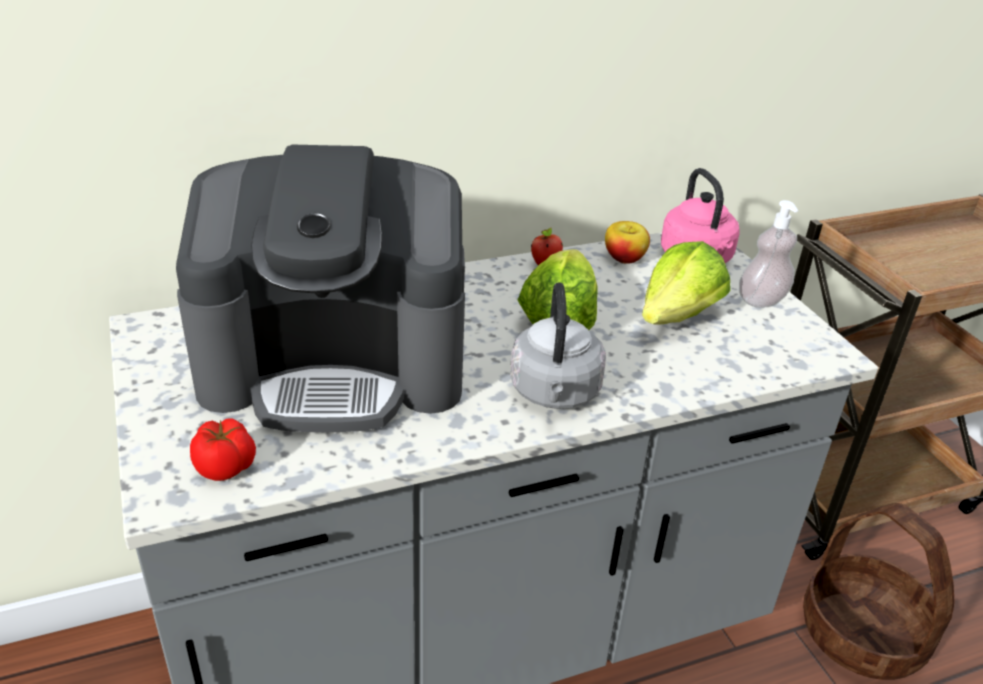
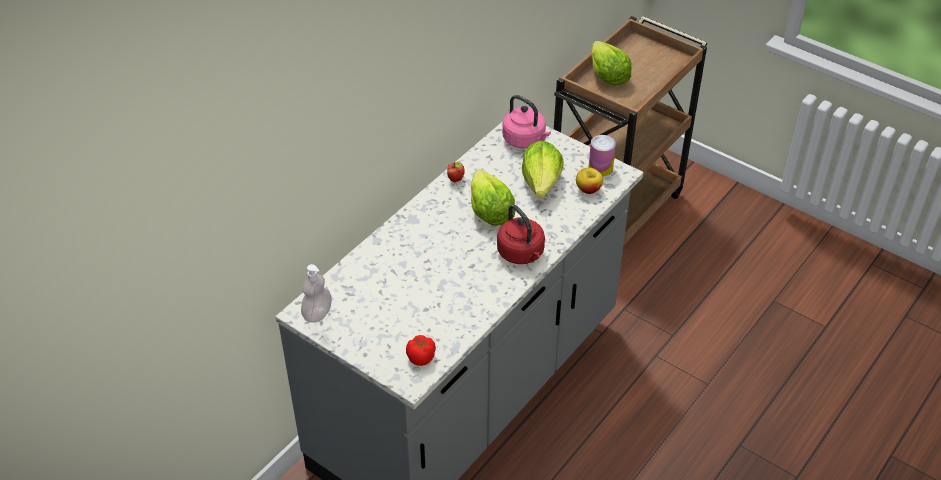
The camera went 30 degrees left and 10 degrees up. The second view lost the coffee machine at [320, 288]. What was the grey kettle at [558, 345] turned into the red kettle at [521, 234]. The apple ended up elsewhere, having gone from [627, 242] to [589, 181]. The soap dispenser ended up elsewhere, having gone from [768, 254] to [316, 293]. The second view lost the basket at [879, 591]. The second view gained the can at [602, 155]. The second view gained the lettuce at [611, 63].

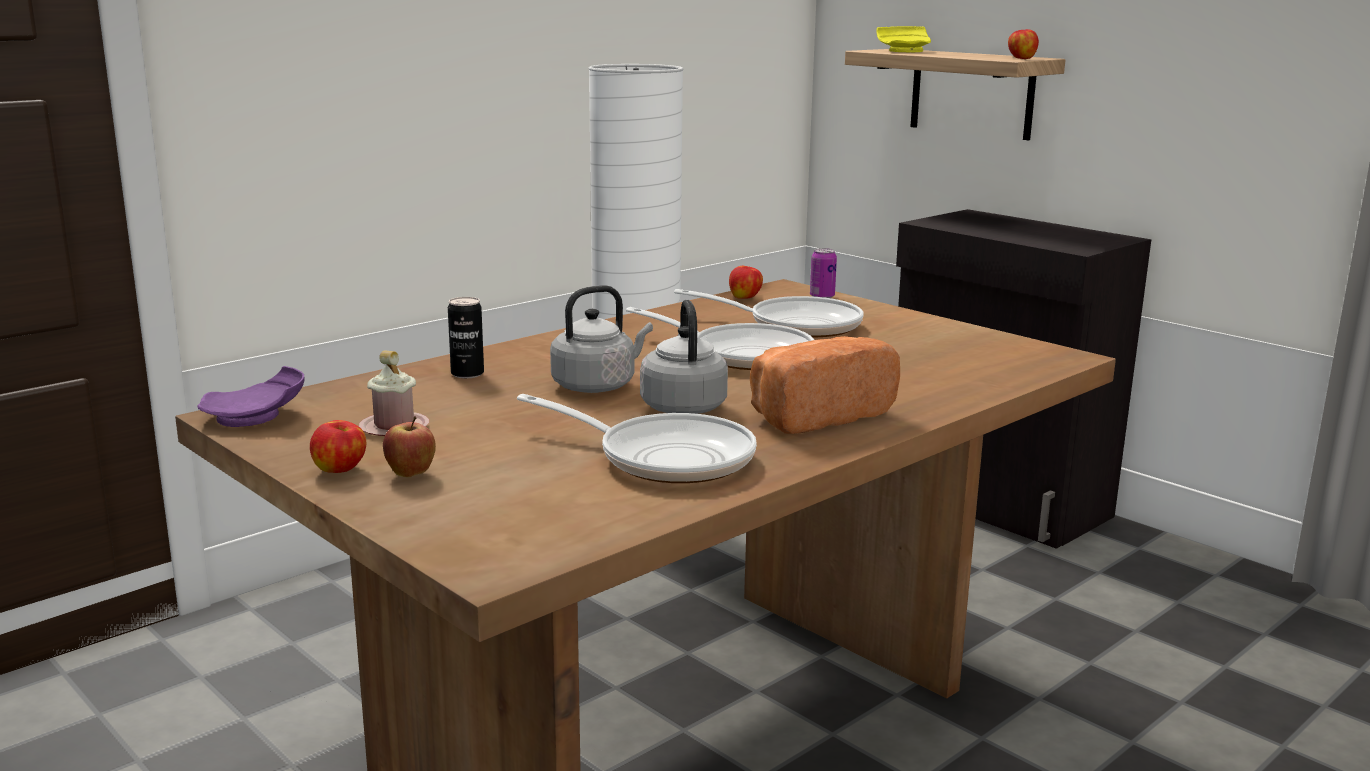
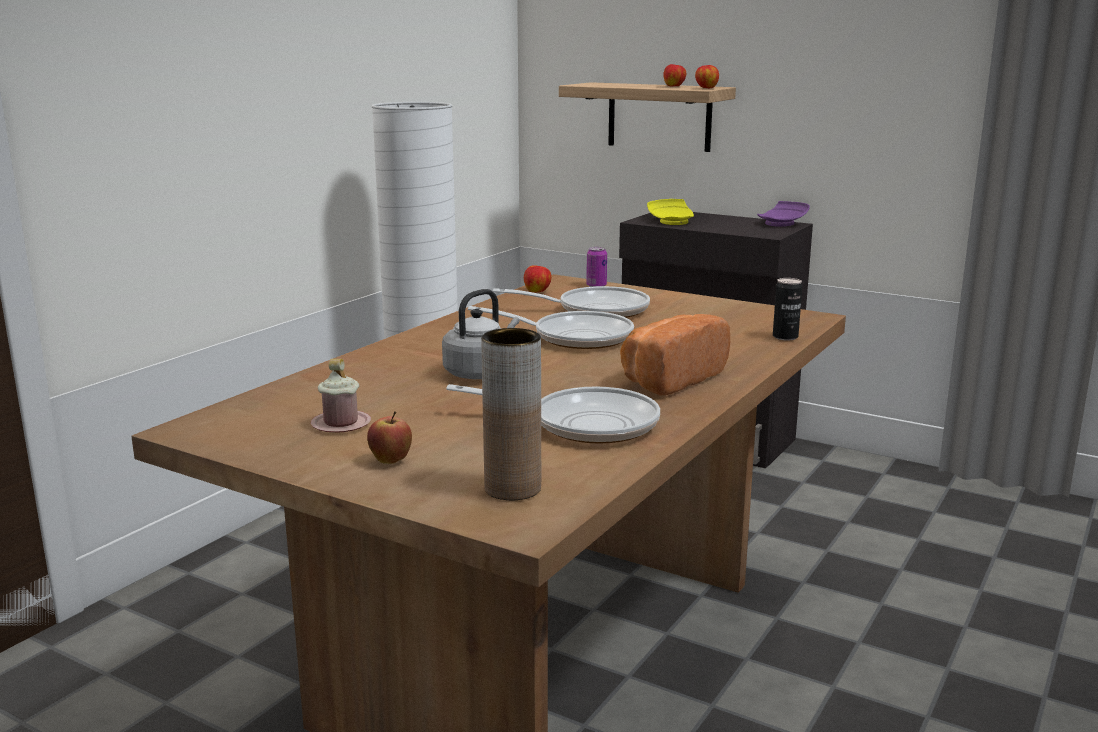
The camera went 15 degrees left and 0 degrees up. The purple plate ended up elsewhere, having gone from [251, 396] to [783, 214]. The apple ended up elsewhere, having gone from [338, 446] to [674, 75]. The can ended up elsewhere, having gone from [466, 337] to [787, 309]. The second view lost the grey kettle at [684, 357]. The yellow plate ended up elsewhere, having gone from [904, 39] to [670, 212]. The second view gained the brown vase at [511, 414].

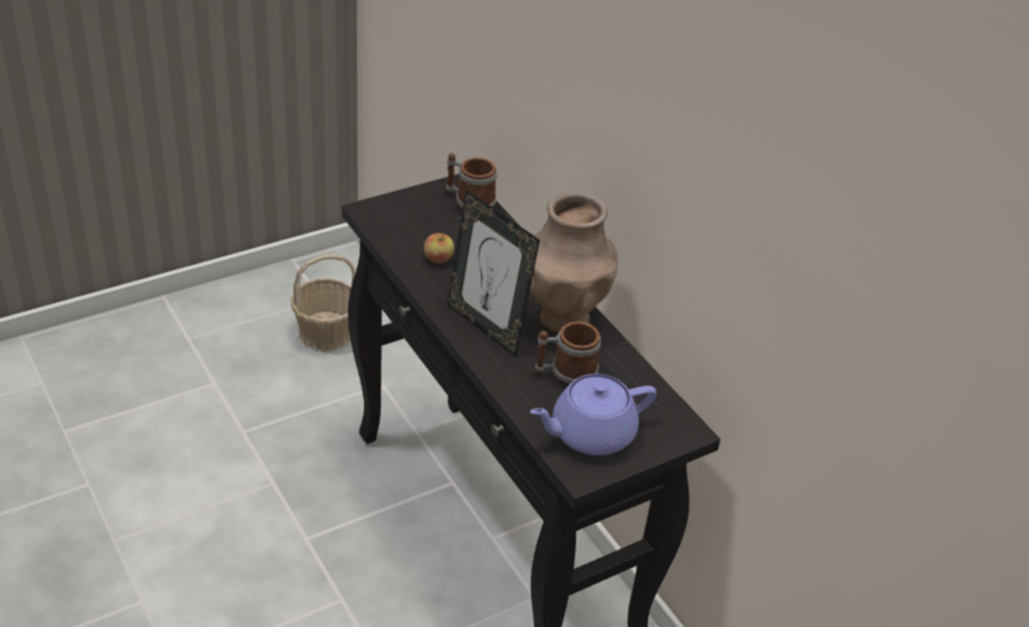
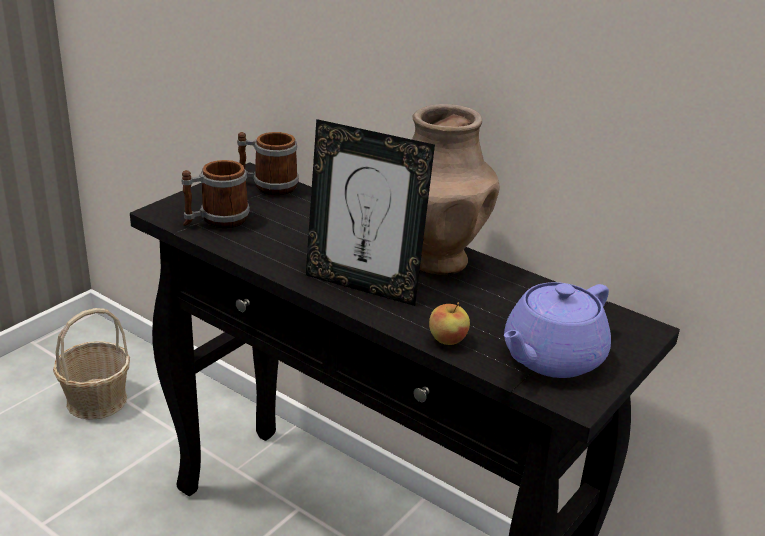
The camera went 20 degrees left and 10 degrees down. The apple ended up elsewhere, having gone from [439, 248] to [449, 323]. The mug ended up elsewhere, having gone from [567, 354] to [215, 194].

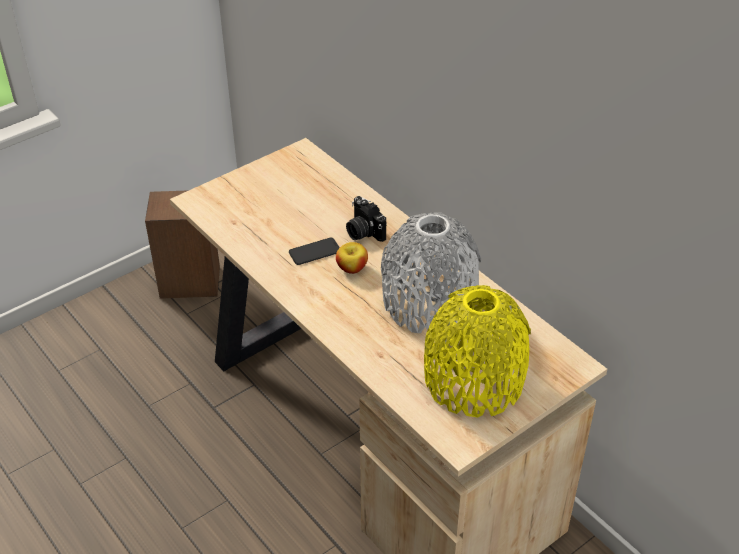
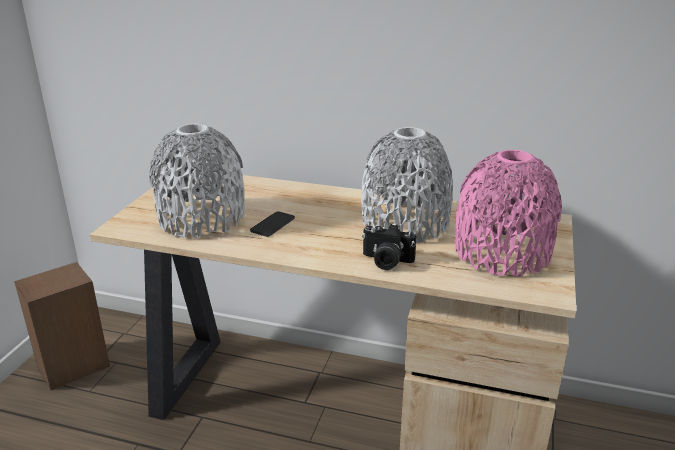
The camera went 35 degrees left and 15 degrees down. The second view lost the apple at [352, 258]. The photo camera ended up elsewhere, having gone from [366, 219] to [389, 247]. What was the yellow vase at [477, 351] turned into the pink vase at [508, 213]. The second view gained the grey vase at [197, 181].

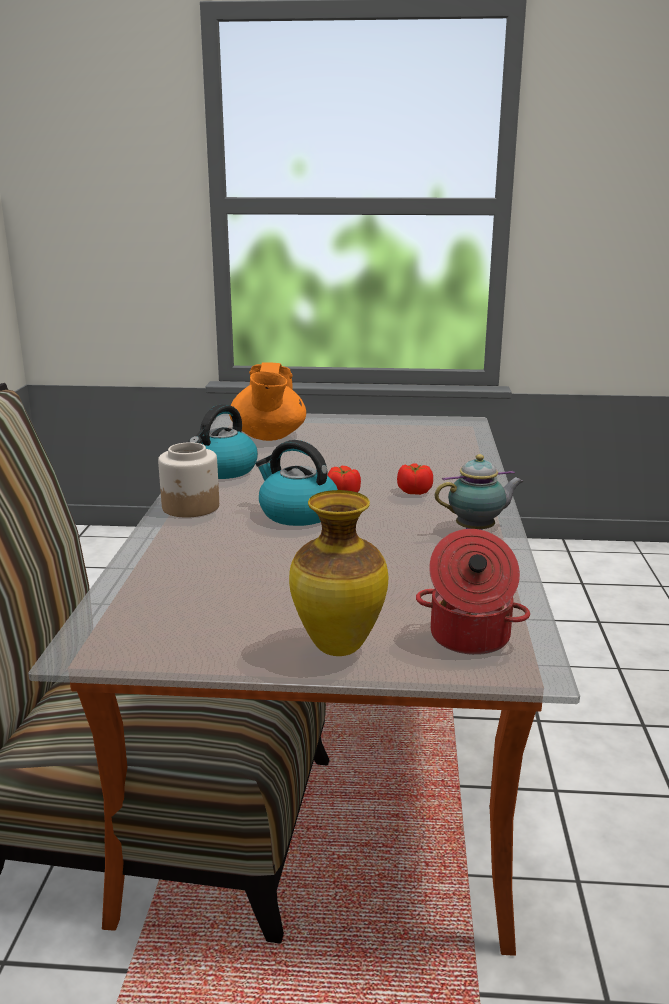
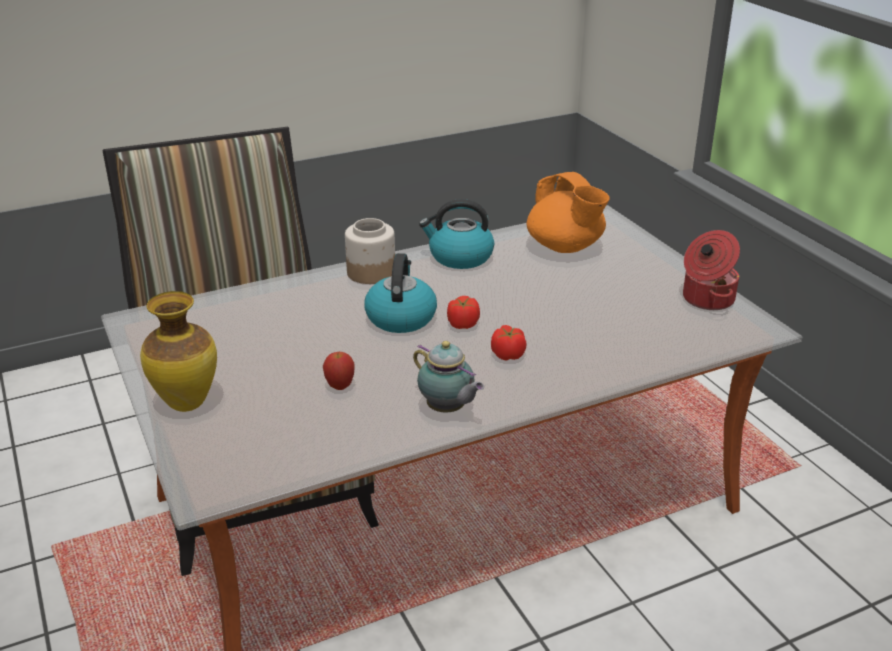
The camera went 60 degrees right and 10 degrees up. The orange teapot at [267, 402] ended up facing another way, 90 degrees counterclockwise from before. The cooking pot ended up elsewhere, having gone from [473, 592] to [711, 270]. The second view gained the apple at [339, 371].

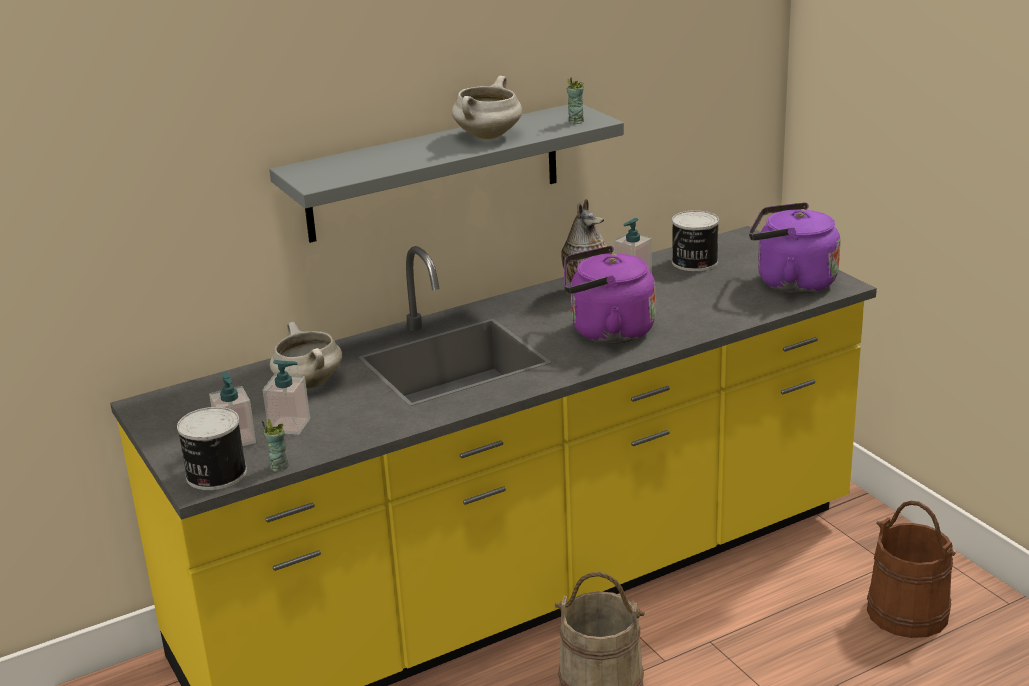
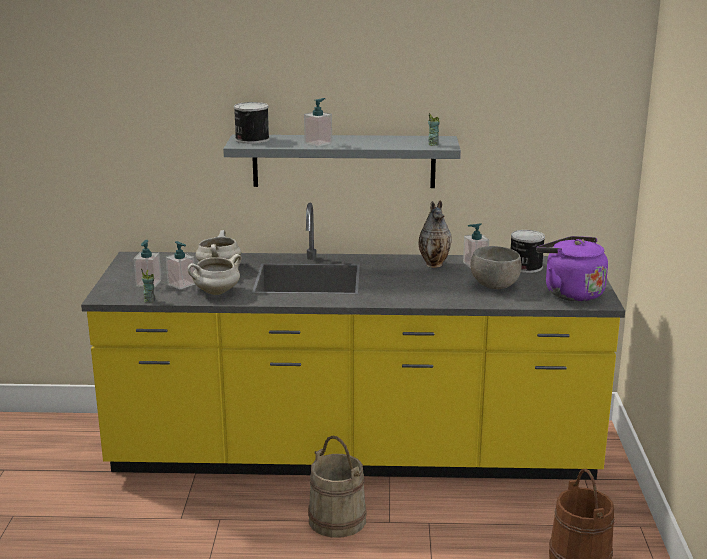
The camera went 30 degrees right and 5 degrees down. The can ended up elsewhere, having gone from [212, 448] to [251, 123]. The white cooking pot ended up elsewhere, having gone from [487, 107] to [215, 274]. The second view lost the purple kettle at [610, 295]. The second view gained the soap dispenser at [318, 122]. The second view gained the grey bowl at [496, 267].

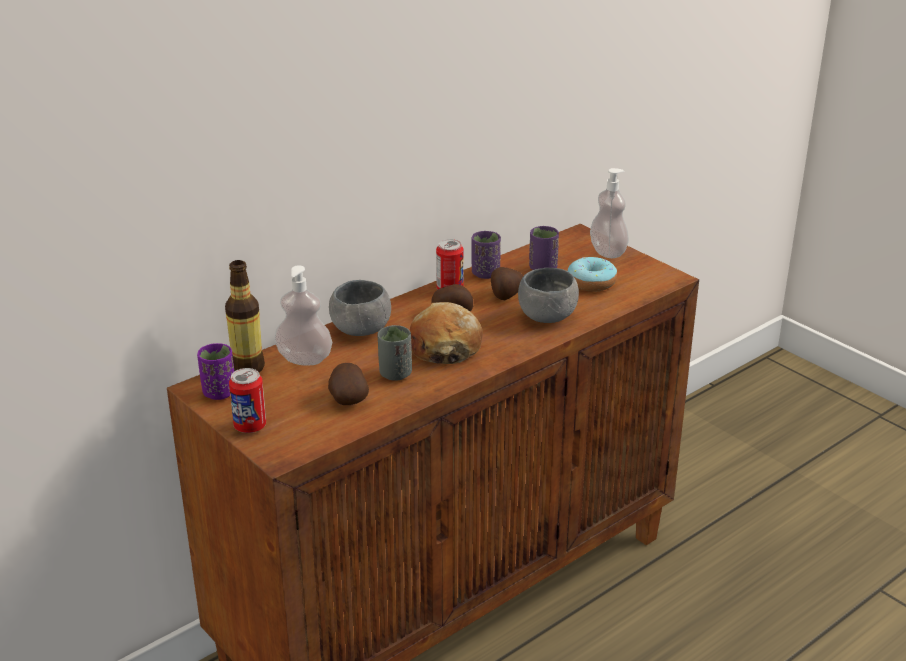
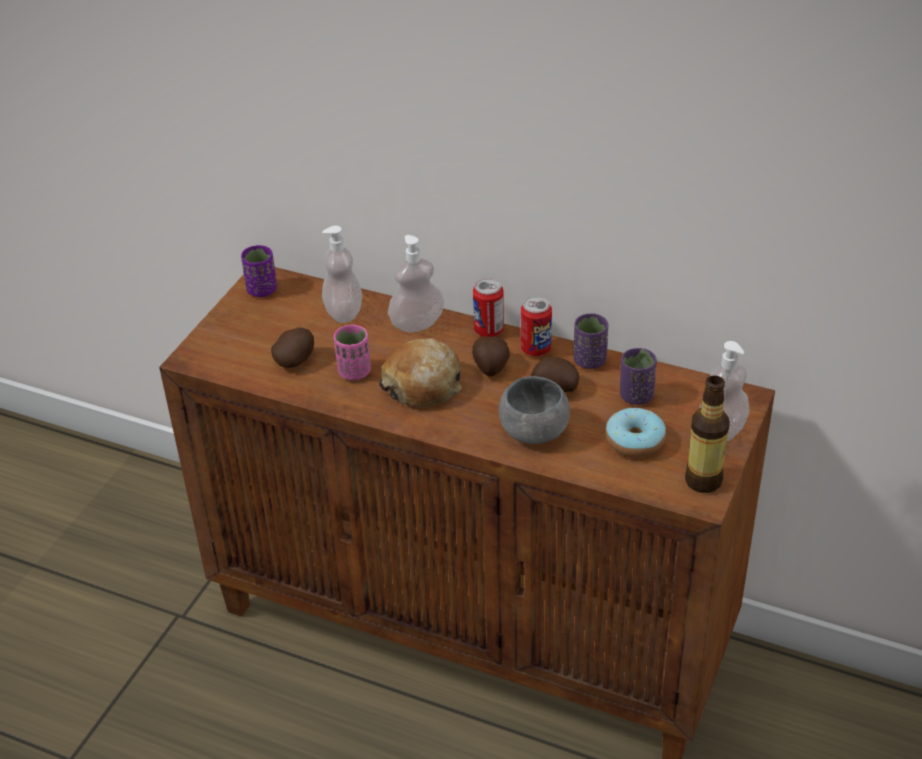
The camera went 65 degrees right and 10 degrees up. The bottle ended up elsewhere, having gone from [245, 316] to [707, 434]. The can ended up elsewhere, having gone from [247, 400] to [488, 307]. Where the grey bowl stood at [360, 308], the soap dispenser came to stand at [416, 283]. What was the grey cup at [394, 353] turned into the pink cup at [352, 352].

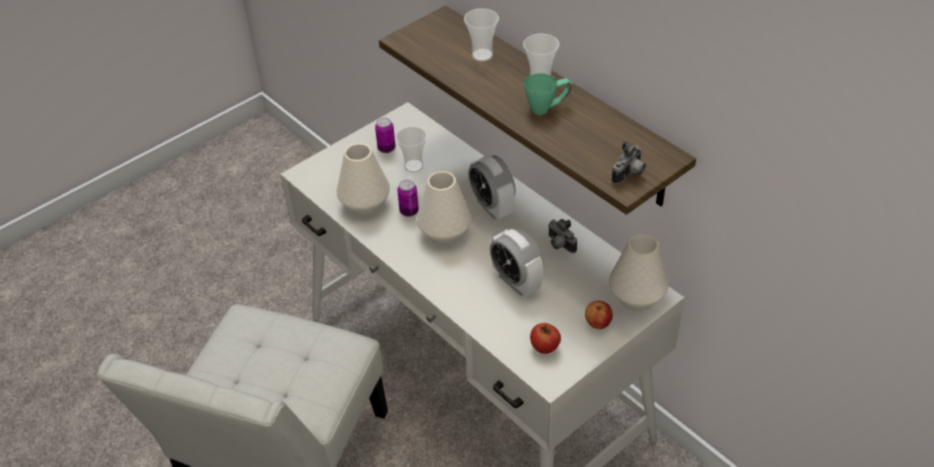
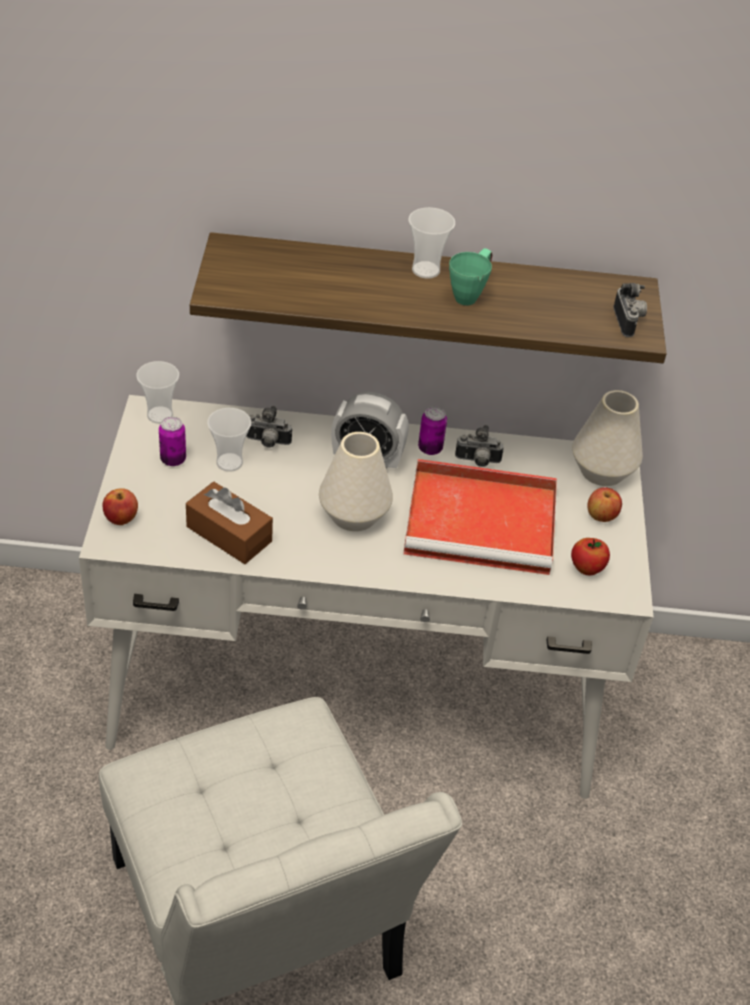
The camera went 50 degrees left and 0 degrees up. Where the white vase stood at [363, 179], the brown tissue box came to stand at [229, 523]. The can ended up elsewhere, having gone from [408, 198] to [432, 430]. The cup ended up elsewhere, having gone from [481, 35] to [157, 392]. Where the alarm clock stood at [517, 262], the red tray came to stand at [480, 517]. The second view gained the apple at [120, 506]. The second view gained the photo camera at [269, 427].

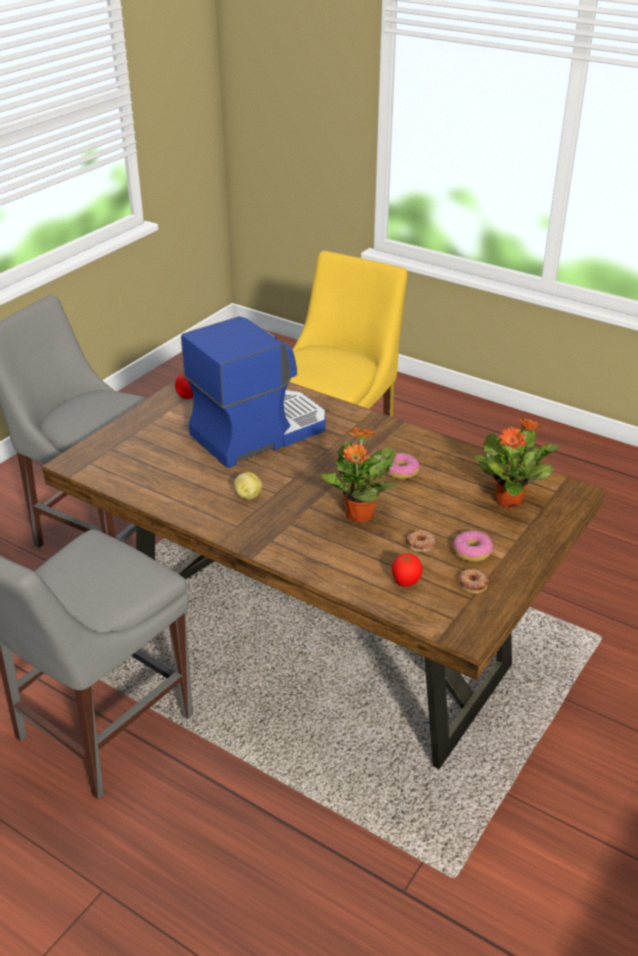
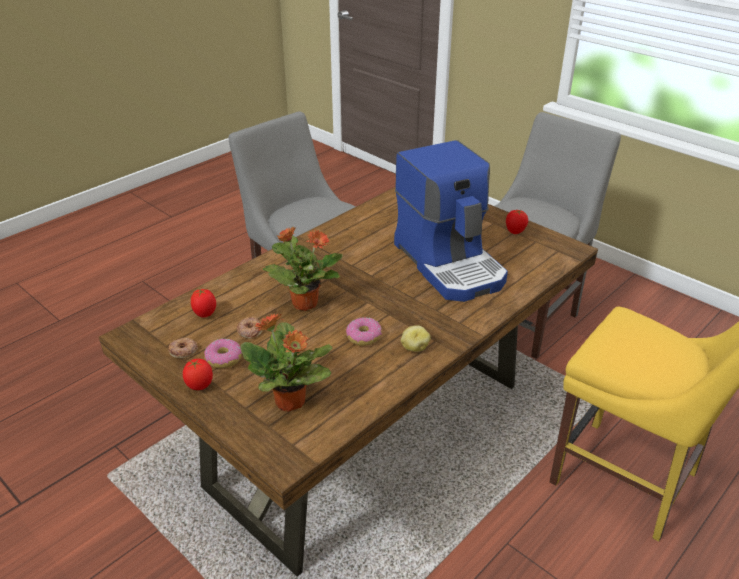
The camera went 100 degrees right and 0 degrees up. The potato ended up elsewhere, having gone from [248, 486] to [416, 338]. The second view gained the tomato at [198, 374].

